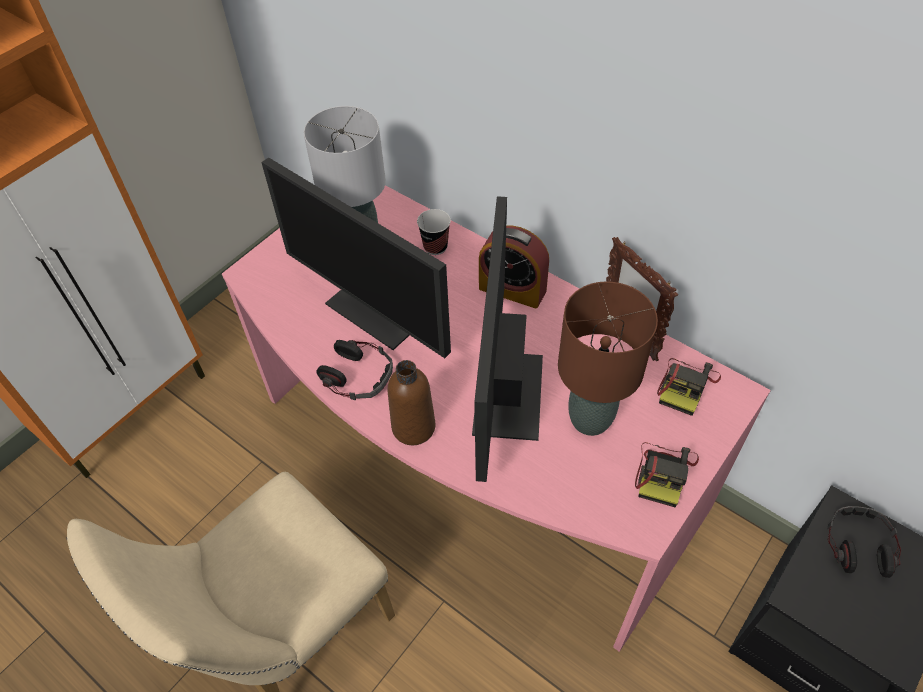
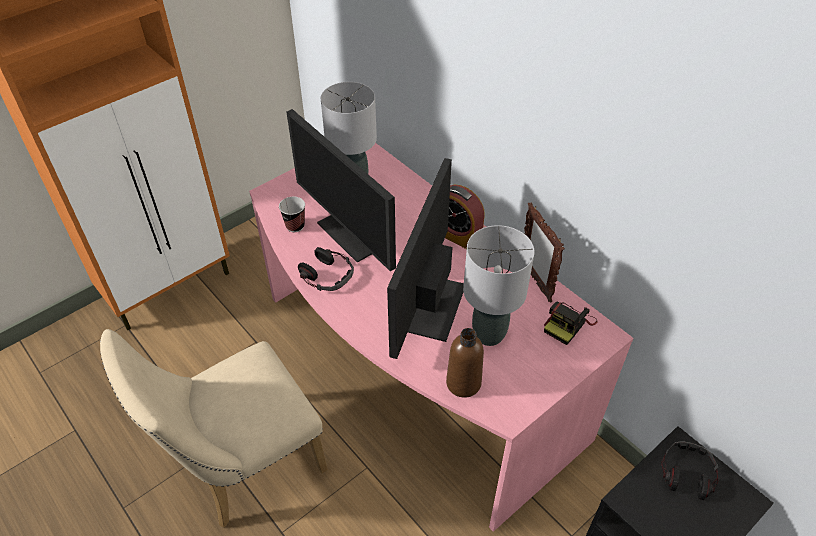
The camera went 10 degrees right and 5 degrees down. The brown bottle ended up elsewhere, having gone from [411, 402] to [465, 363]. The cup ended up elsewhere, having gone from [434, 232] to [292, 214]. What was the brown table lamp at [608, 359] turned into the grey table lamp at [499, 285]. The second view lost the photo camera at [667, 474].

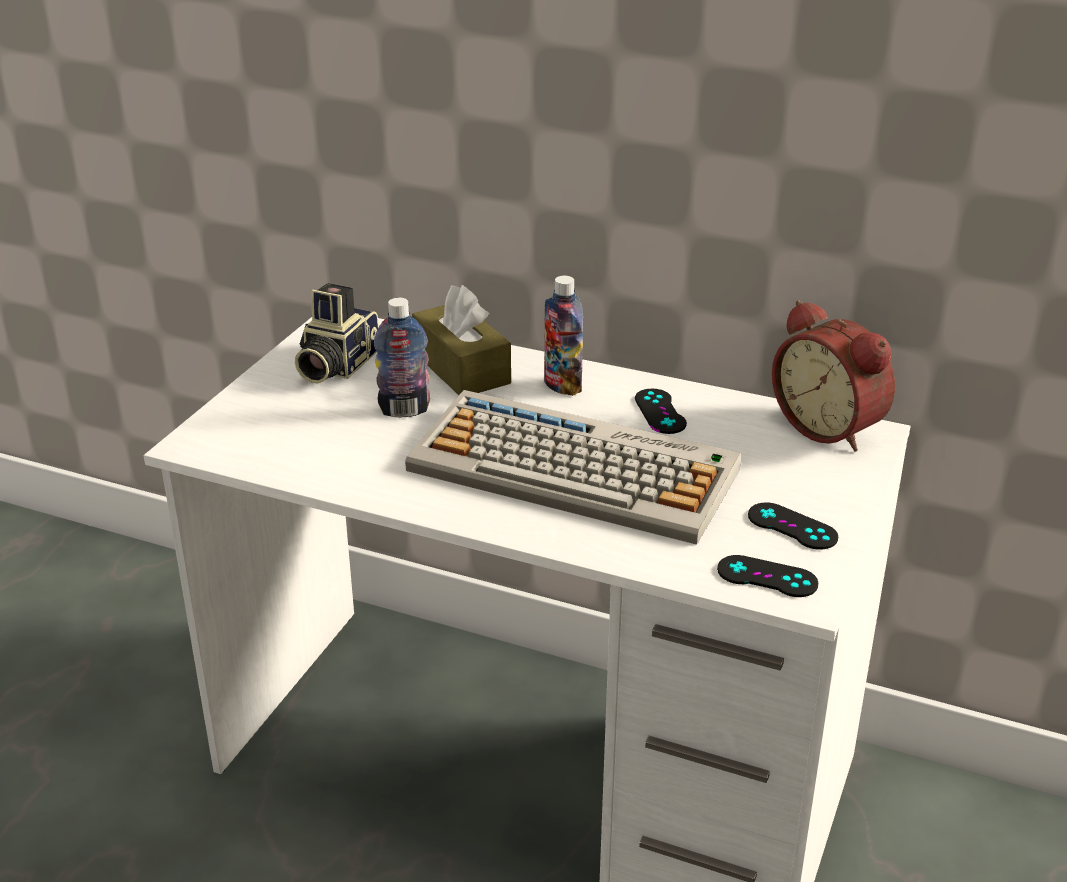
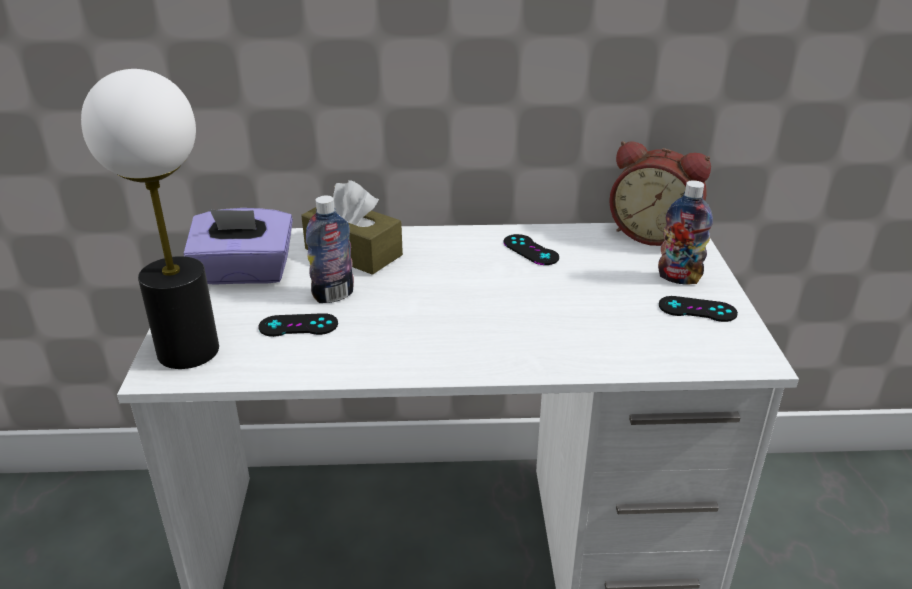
The camera went 25 degrees left and 0 degrees up. Where the photo camera stood at [337, 333], the purple tissue box came to stand at [238, 246]. The second view lost the keyboard at [573, 467]. The bottle ended up elsewhere, having gone from [563, 336] to [685, 232]. The black game controller ended up elsewhere, having gone from [767, 576] to [298, 325]. The second view gained the table lamp at [150, 219].

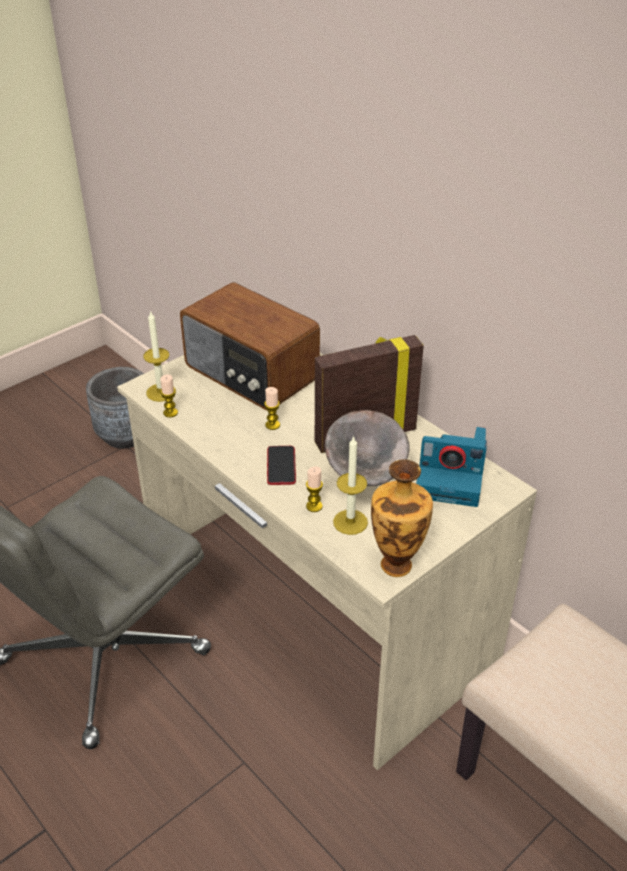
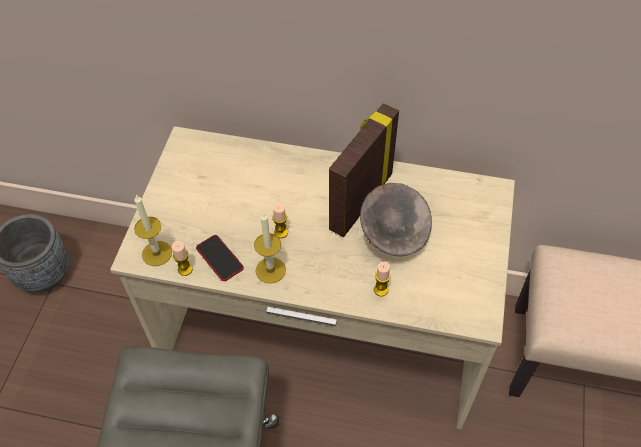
The camera went 35 degrees left and 15 degrees up. The second view lost the radio at [250, 346]. The phone ended up elsewhere, having gone from [281, 465] to [220, 258]. The candle ended up elsewhere, having gone from [350, 485] to [270, 248]. The second view lost the vase at [402, 518]. The second view lost the photo camera at [451, 467].

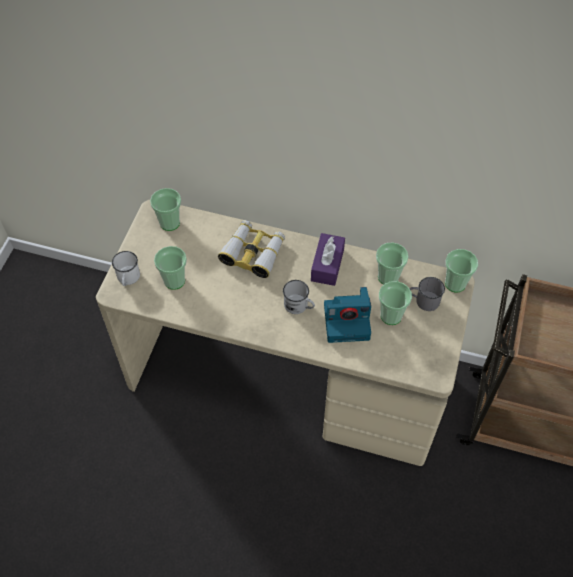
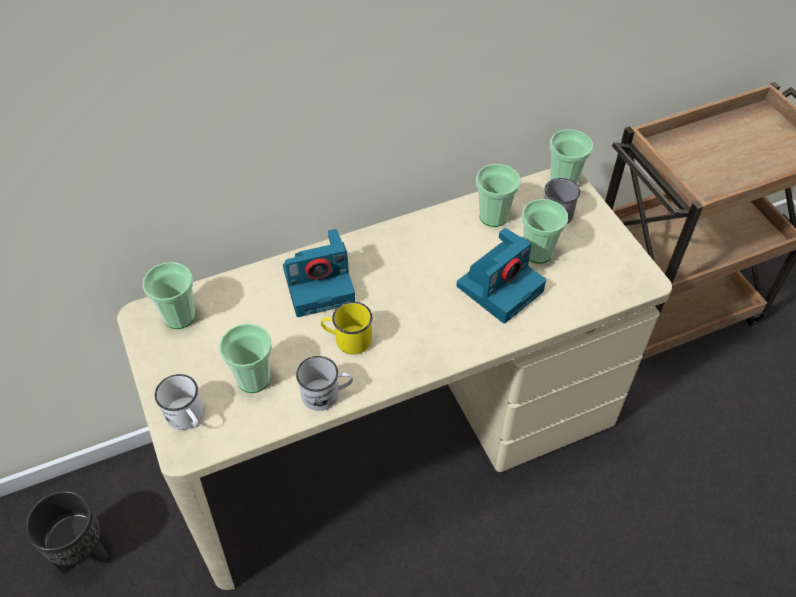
The camera went 40 degrees left and 5 degrees down. Where the binoculars stood at [251, 249], the photo camera came to stand at [319, 273]. The white mug ended up elsewhere, having gone from [299, 297] to [324, 383]. The second view lost the purple tissue box at [328, 259]. The second view gained the black planter at [67, 532]. The second view gained the yellow mug at [346, 328].

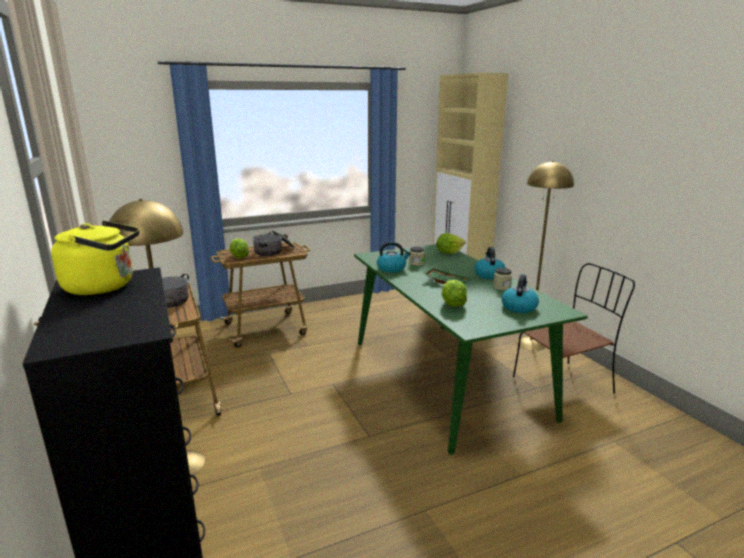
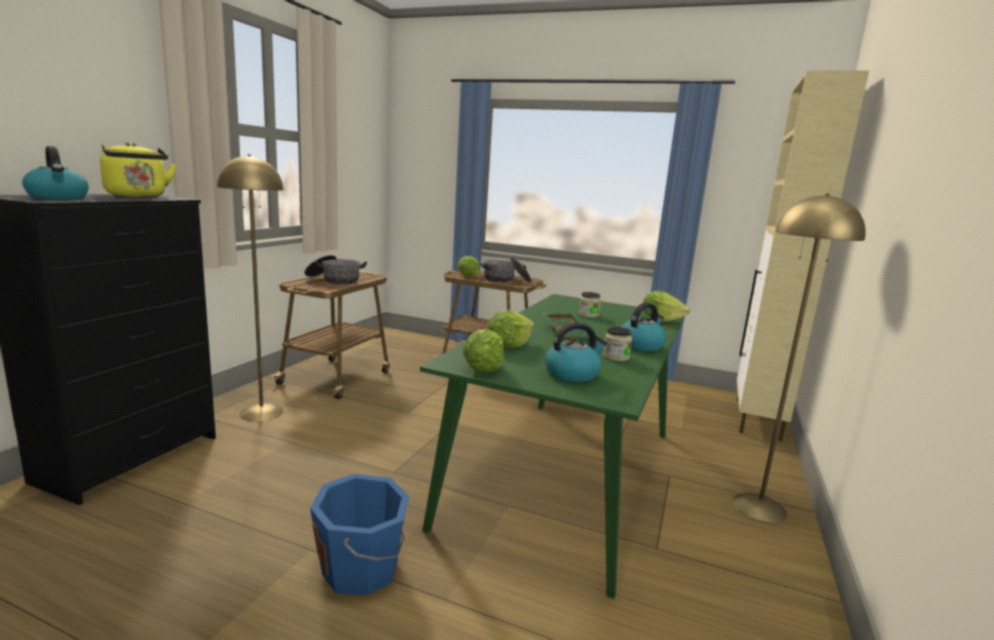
The camera went 45 degrees right and 5 degrees down. The kettle ended up elsewhere, having gone from [394, 257] to [55, 172]. The second view lost the brown chair at [574, 328]. The second view gained the blue bucket at [359, 534]. The second view gained the lettuce at [483, 350].

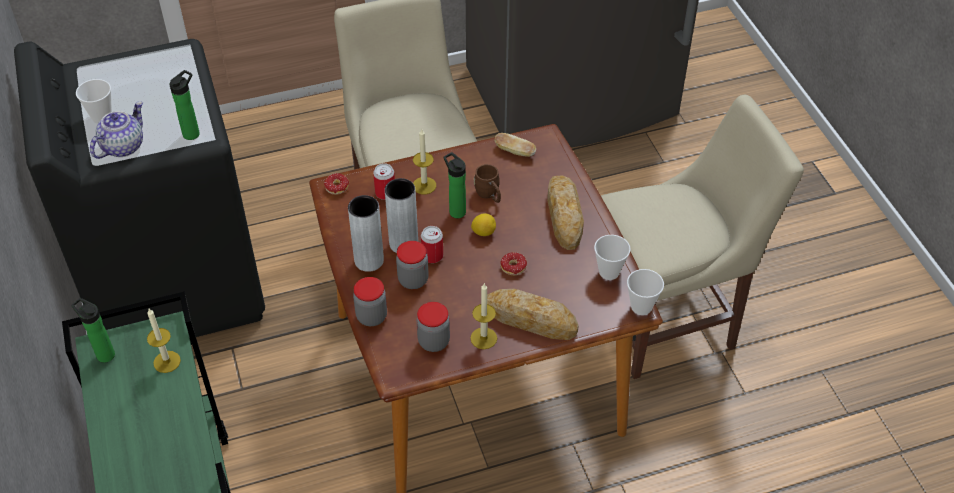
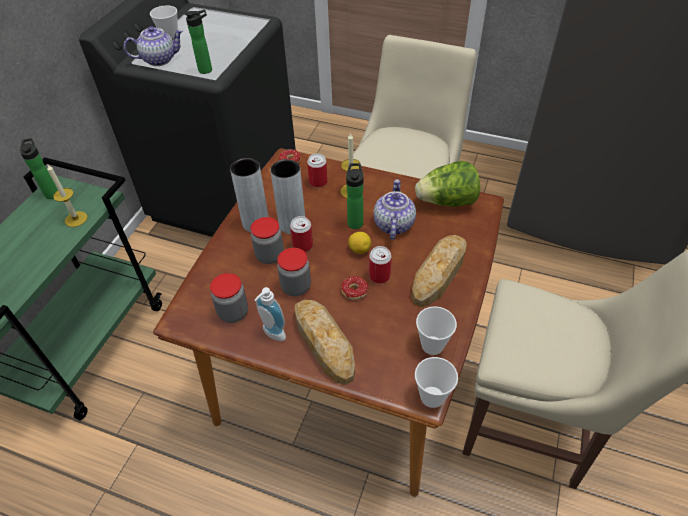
The camera went 40 degrees right and 0 degrees up. The jar ended up elsewhere, having gone from [370, 301] to [294, 272]. Where the candle stood at [483, 316], the soap dispenser came to stand at [270, 314]. Where the brown mug stood at [487, 183], the teapot came to stand at [394, 209]. Where the bread stood at [515, 145], the lettuce came to stand at [447, 184]. The second view gained the can at [380, 265].

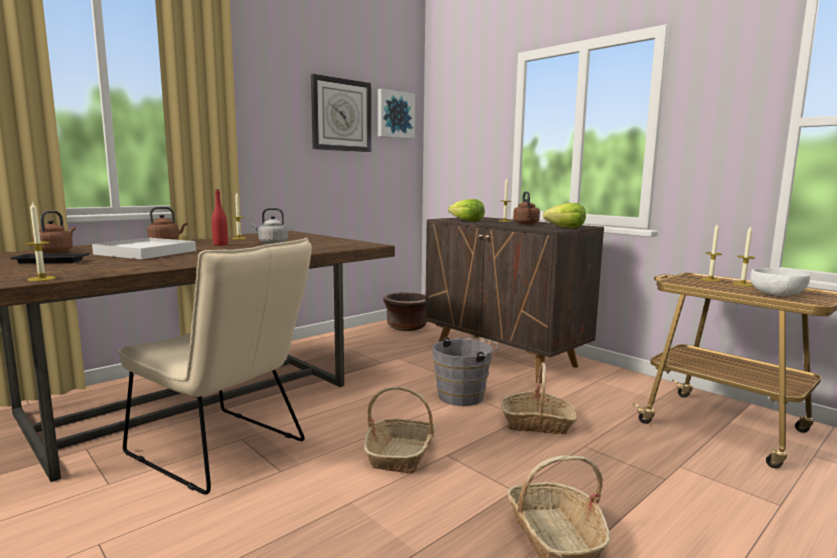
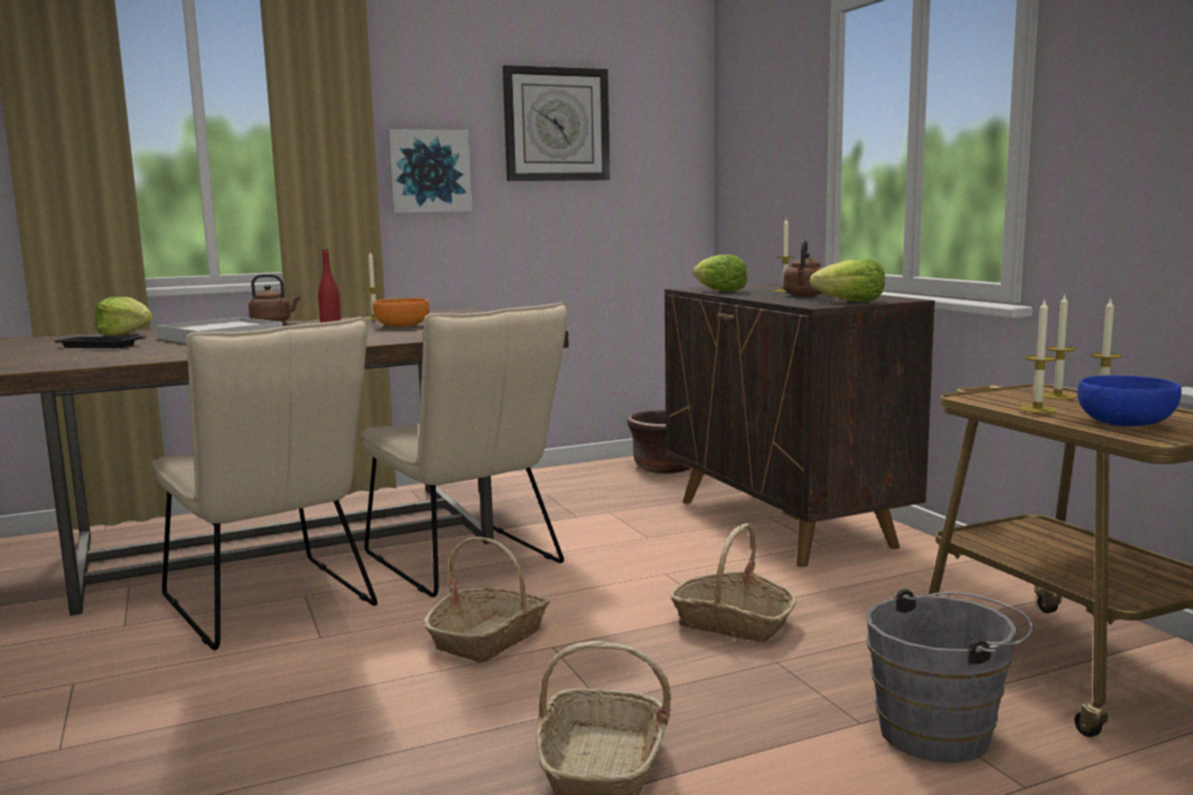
The camera went 20 degrees right and 0 degrees up. The candle ended up elsewhere, having gone from [40, 241] to [1038, 355]. Where the brown kettle stood at [54, 232], the lettuce came to stand at [124, 316]. Where the grey kettle stood at [270, 226], the orange bowl came to stand at [401, 312]. The picture ended up elsewhere, having gone from [396, 114] to [429, 171]. The grey bucket ended up elsewhere, having gone from [465, 371] to [949, 676]. What was the white bowl at [780, 282] turned into the blue bowl at [1129, 400]. The second view gained the beige chair at [464, 449].

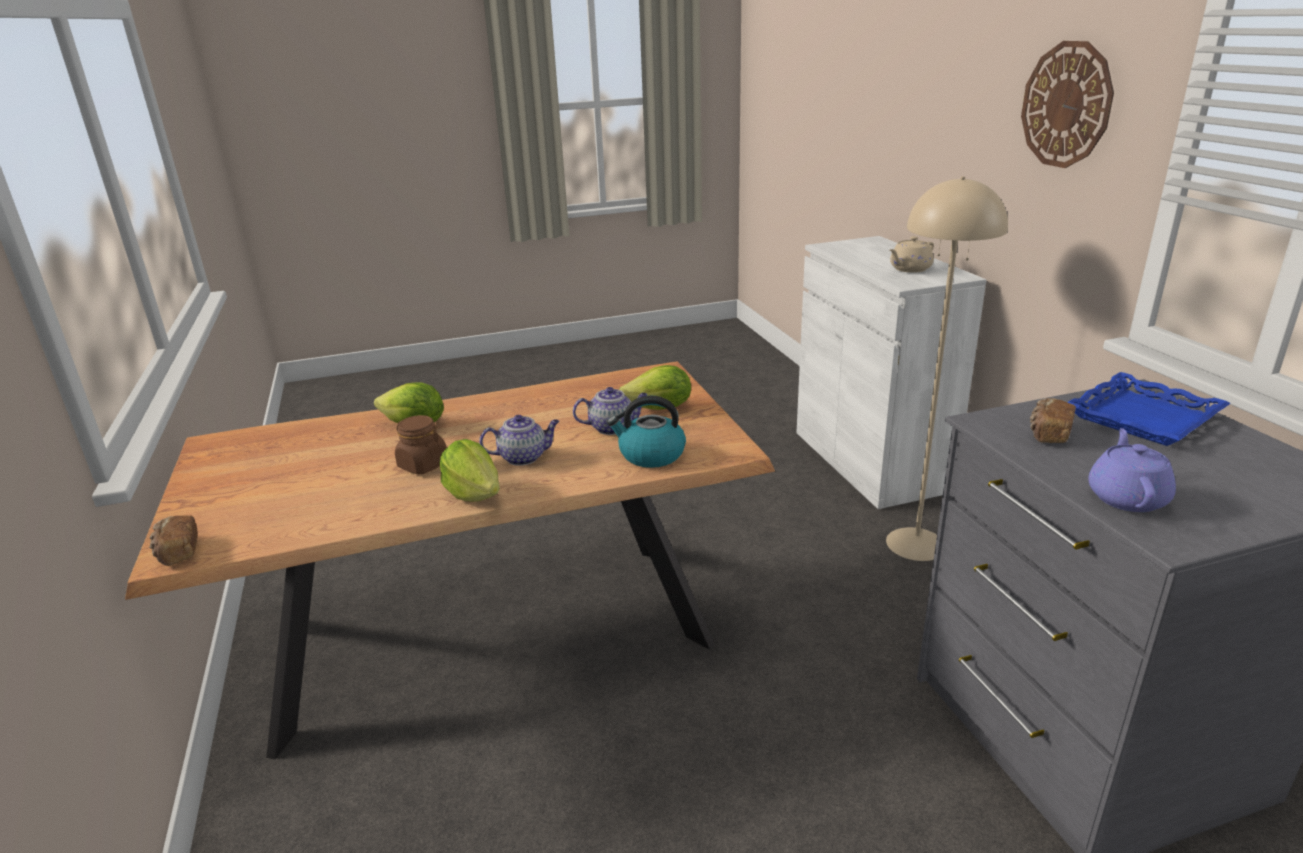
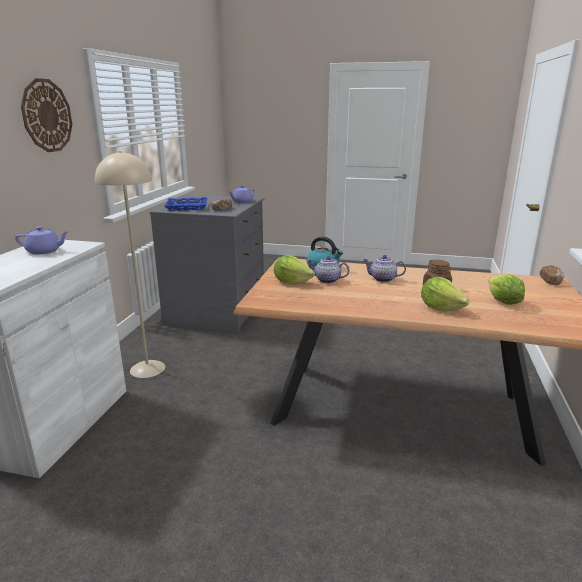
The camera went 150 degrees left and 5 degrees down. The lettuce ended up elsewhere, having gone from [469, 470] to [507, 289]. What was the beige teapot at [912, 254] turned into the purple teapot at [42, 240].

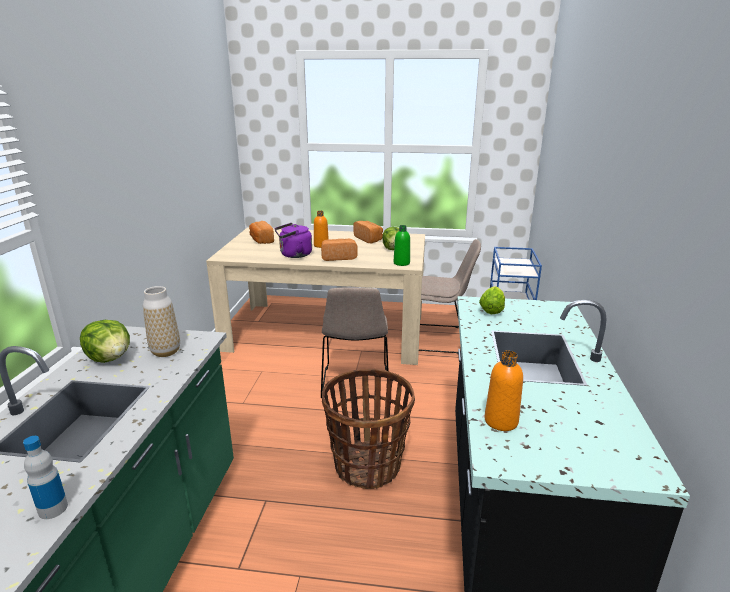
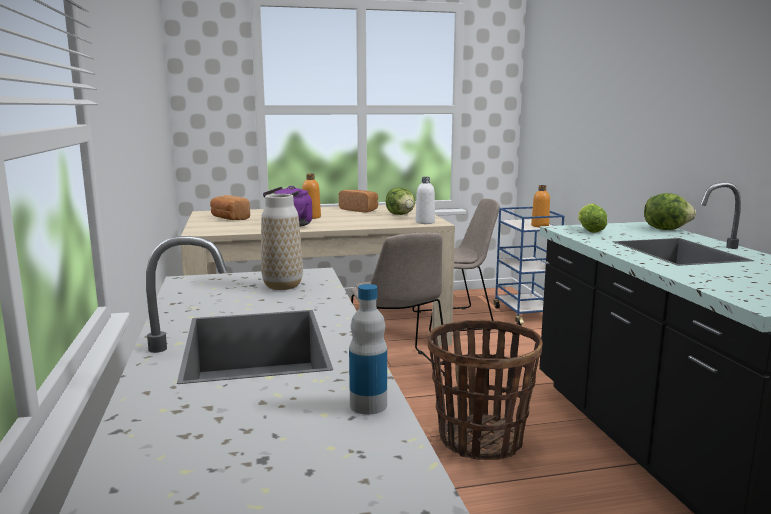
The camera went 20 degrees left and 10 degrees down. The lettuce ended up elsewhere, having gone from [105, 341] to [670, 211]. The second view lost the bread at [339, 250]. What was the green bottle at [402, 245] turned into the white bottle at [425, 200]. The orange bottle ended up elsewhere, having gone from [503, 390] to [540, 206].

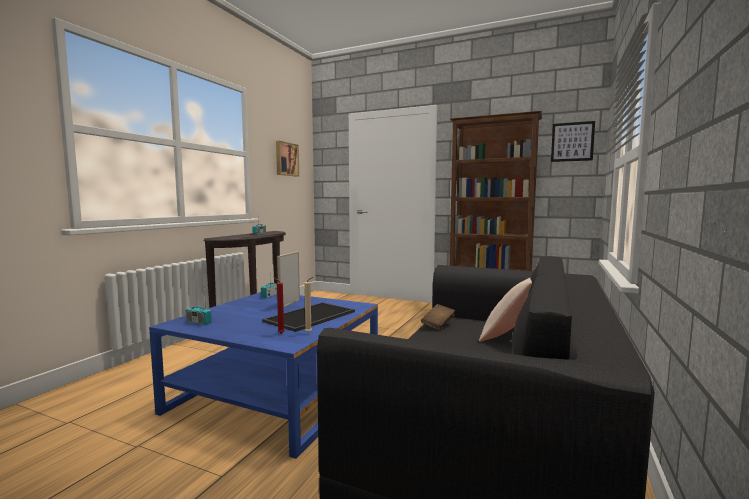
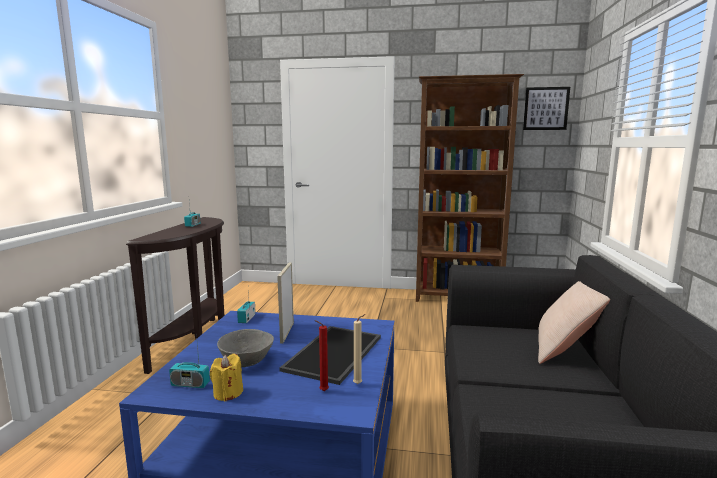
The camera went 15 degrees left and 5 degrees up. The second view lost the picture at [287, 159]. The second view lost the brown book at [438, 317]. The second view gained the yellow candle at [226, 377]. The second view gained the grey bowl at [245, 348].

